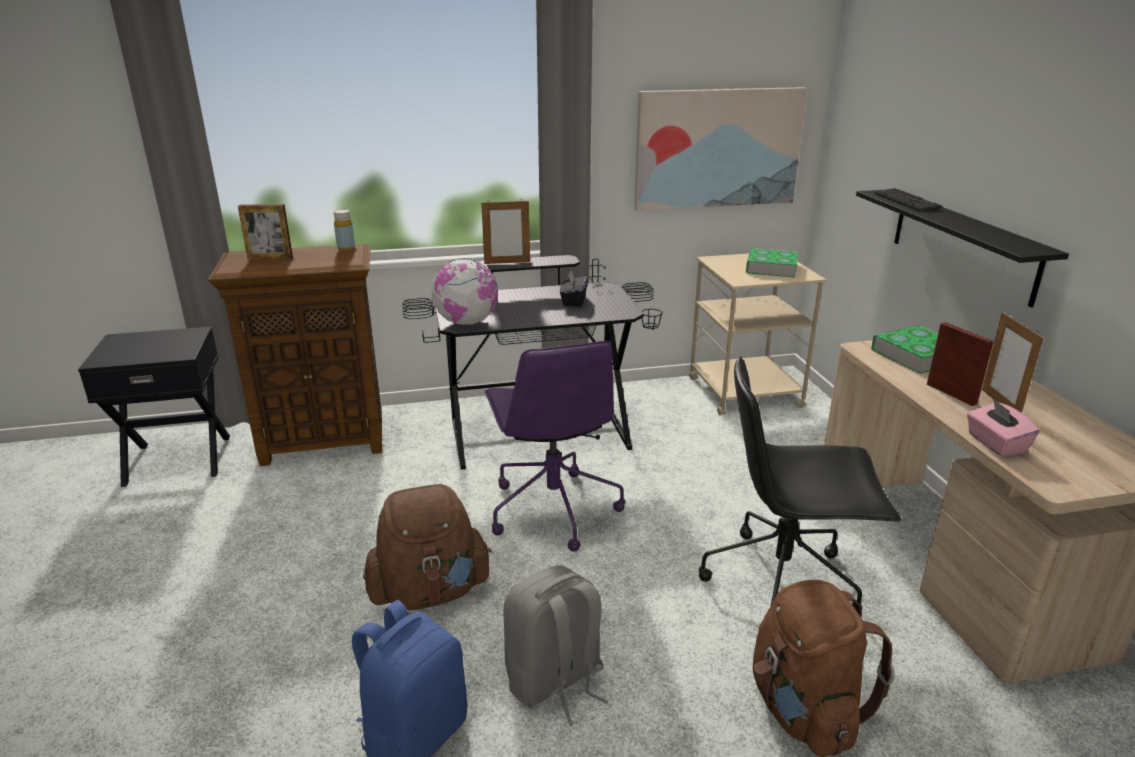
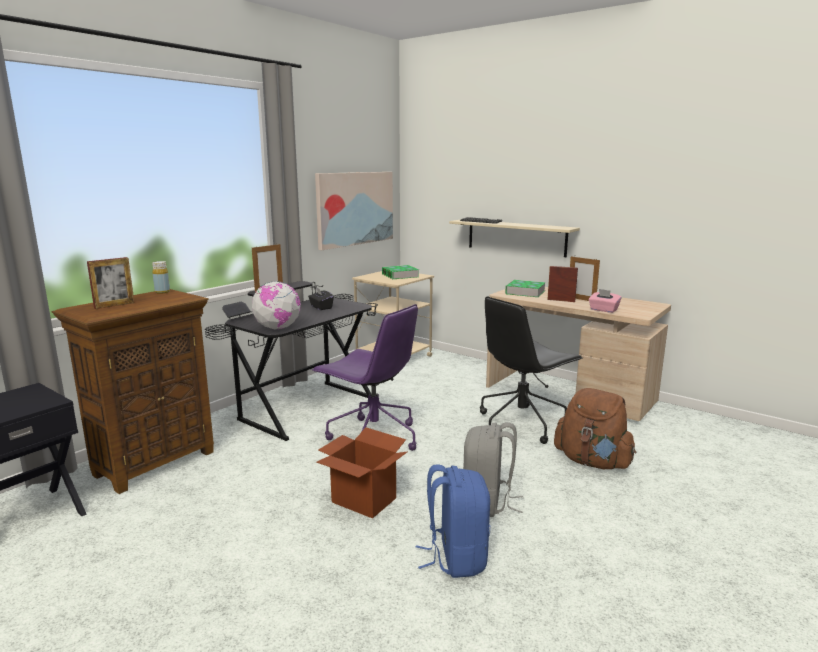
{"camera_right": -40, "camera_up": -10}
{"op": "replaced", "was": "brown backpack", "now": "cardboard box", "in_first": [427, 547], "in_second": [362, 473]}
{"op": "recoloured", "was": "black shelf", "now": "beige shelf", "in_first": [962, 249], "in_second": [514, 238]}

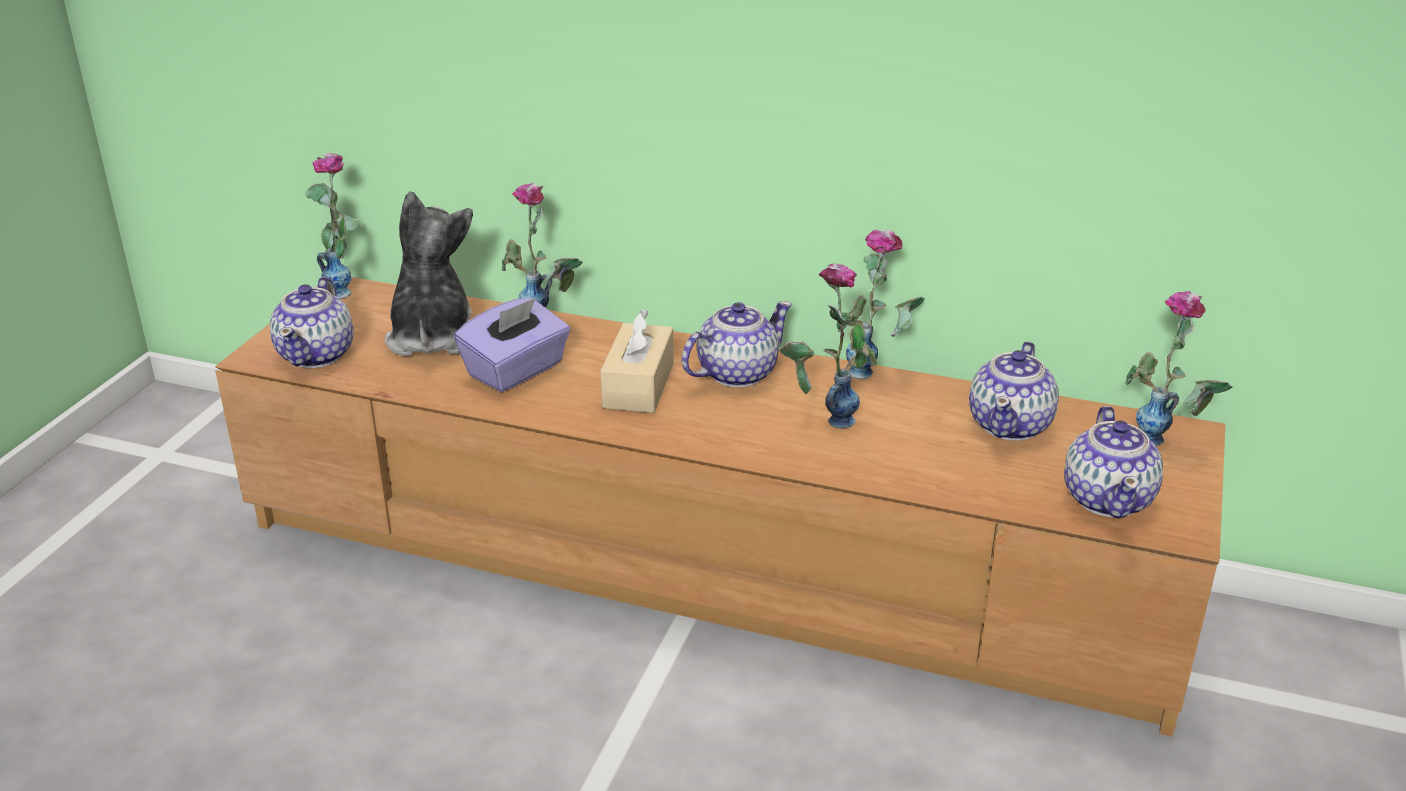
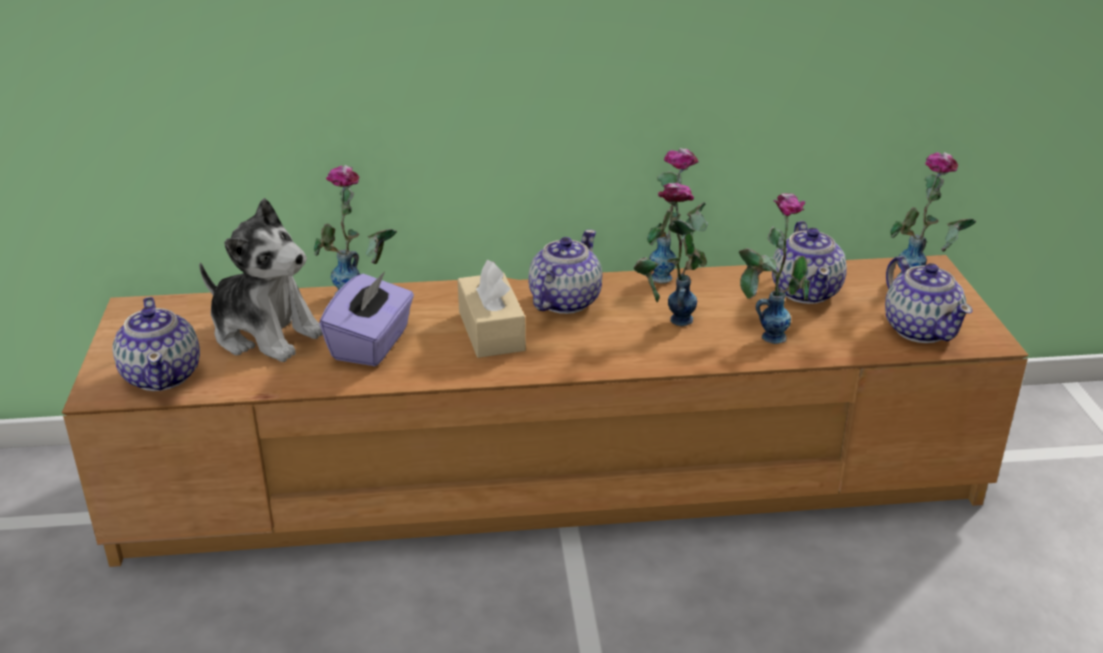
{"camera_right": -25, "camera_up": 0}
{"op": "moved", "was": "vase", "in_first": [332, 226], "in_second": [774, 268]}
{"op": "turned", "was": "plush toy", "in_first": [429, 273], "in_second": [261, 280], "clockwise": 150}

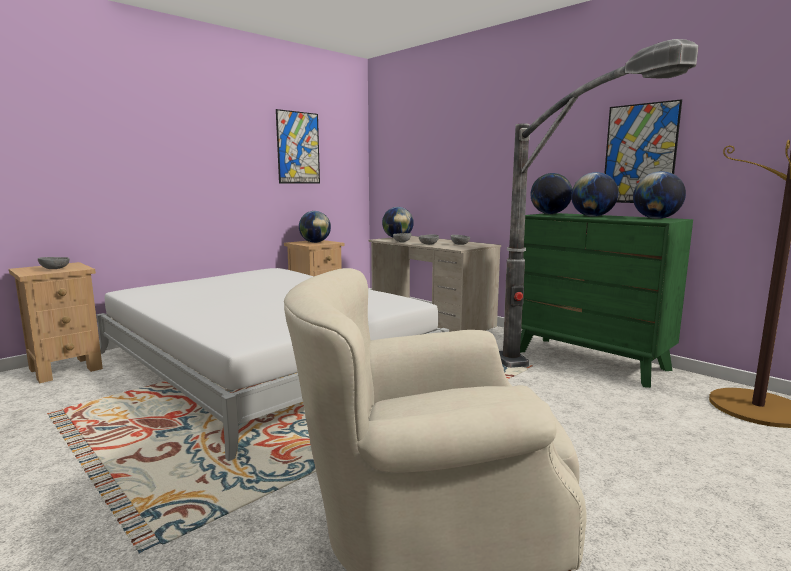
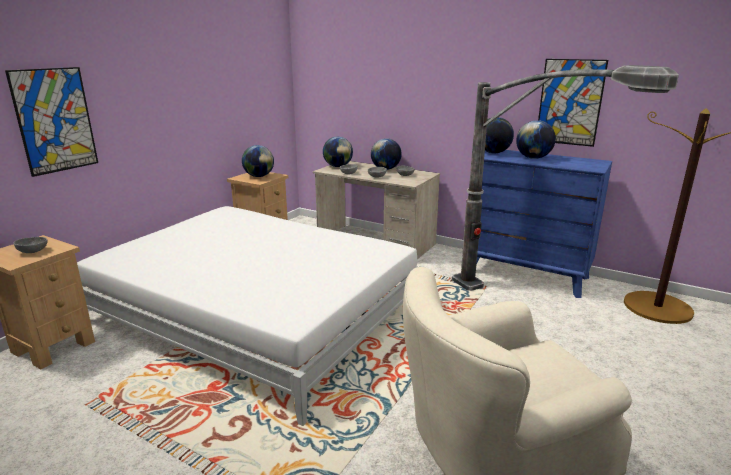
{"camera_right": -15, "camera_up": 10}
{"op": "moved", "was": "picture", "in_first": [298, 146], "in_second": [51, 122]}
{"op": "moved", "was": "globe", "in_first": [659, 195], "in_second": [386, 154]}
{"op": "recoloured", "was": "green dresser", "now": "blue dresser", "in_first": [606, 300], "in_second": [544, 224]}

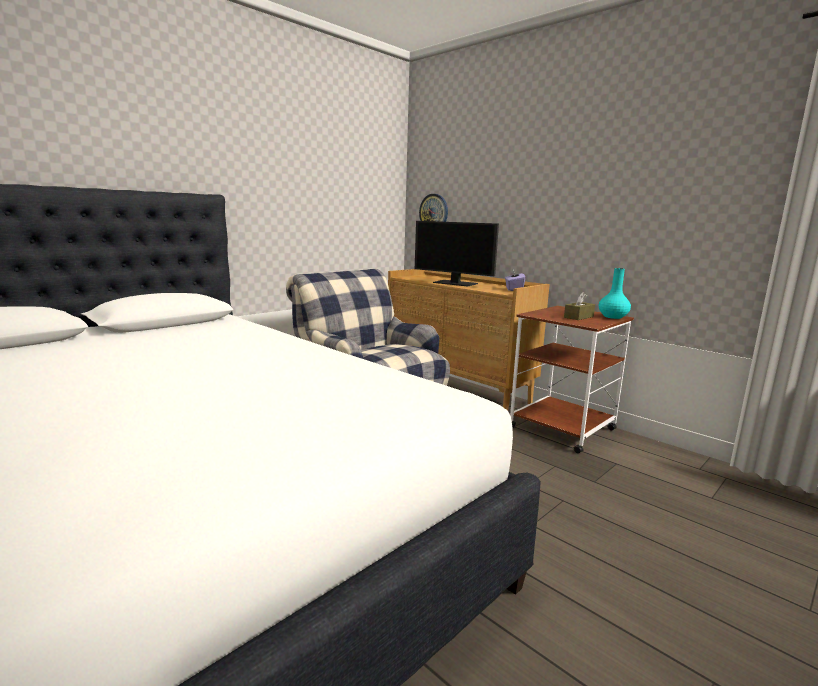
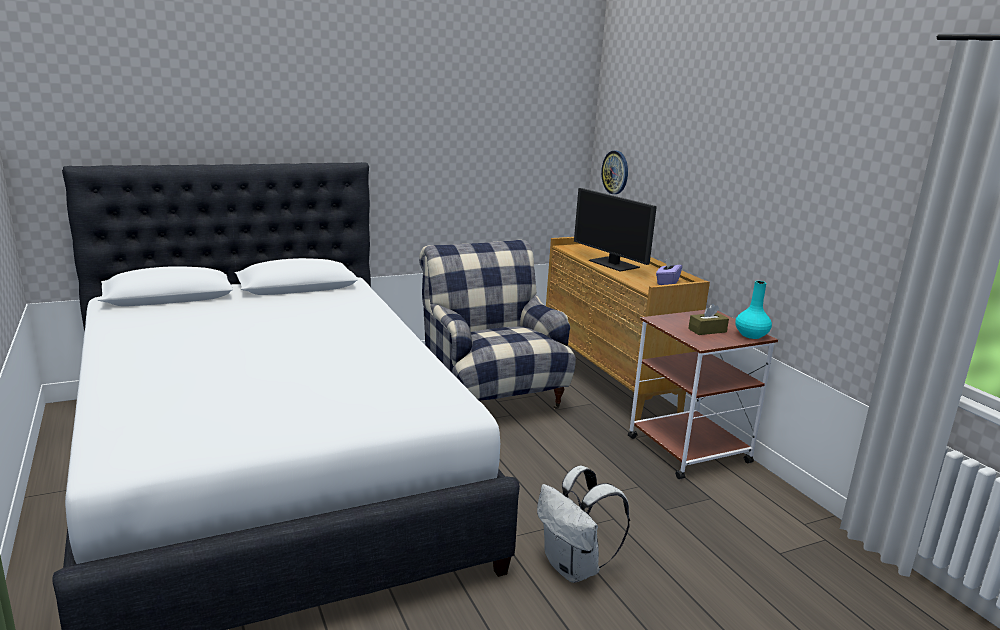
{"camera_right": 20, "camera_up": 5}
{"op": "added", "now": "white backpack", "in_second": [583, 524]}

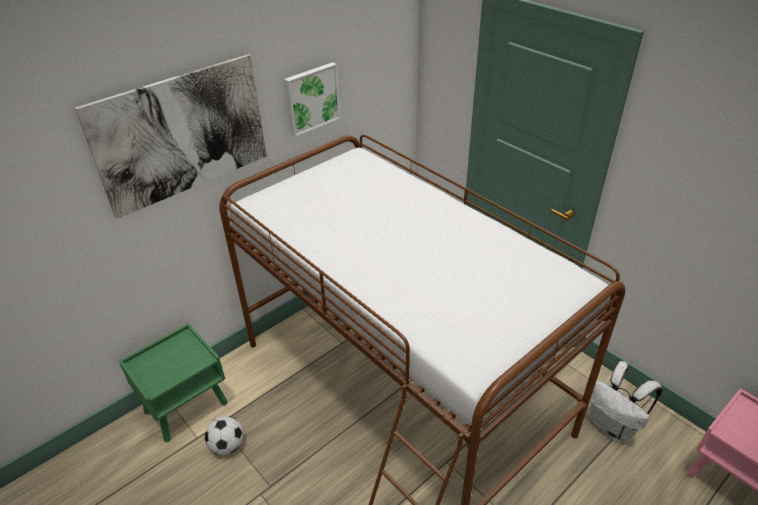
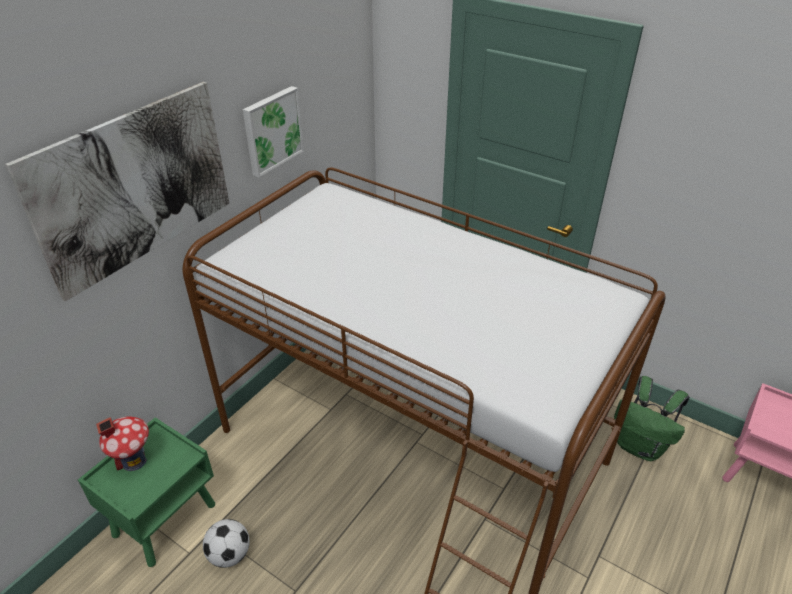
{"camera_right": -15, "camera_up": 0}
{"op": "added", "now": "toy house", "in_second": [122, 444]}
{"op": "recoloured", "was": "white backpack", "now": "green backpack", "in_first": [626, 402], "in_second": [652, 418]}

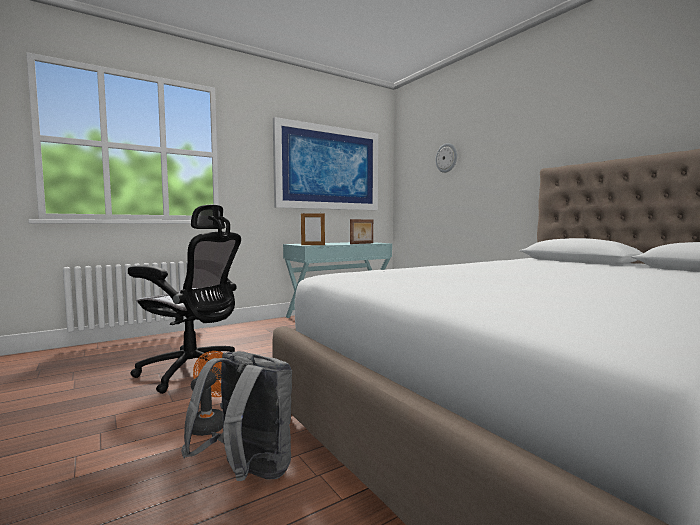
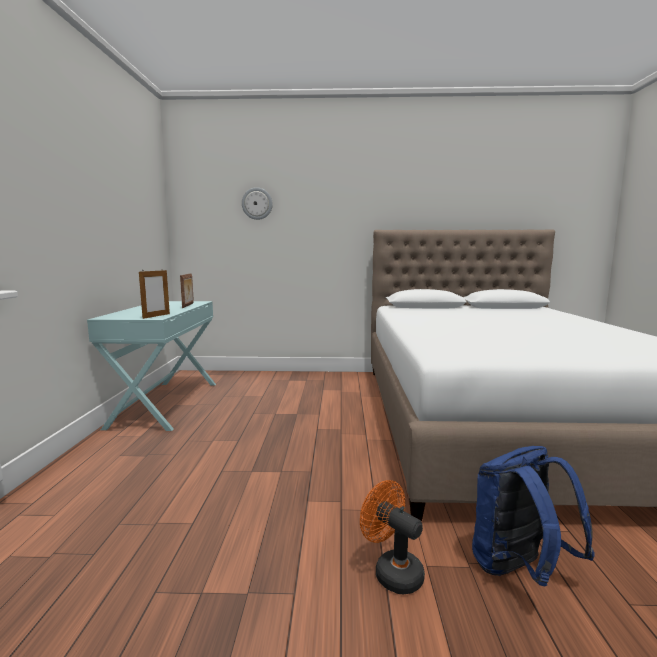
{"camera_right": -55, "camera_up": 5}
{"op": "removed", "was": "office chair", "in_first": [184, 299]}
{"op": "removed", "was": "picture", "in_first": [325, 163]}
{"op": "recoloured", "was": "grey backpack", "now": "blue backpack", "in_first": [236, 416], "in_second": [533, 516]}

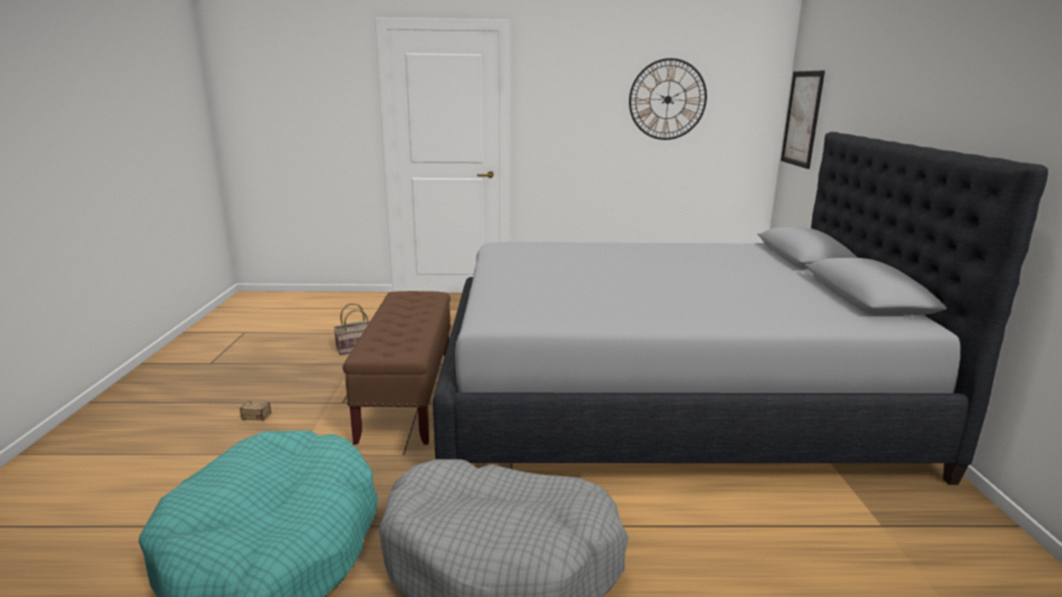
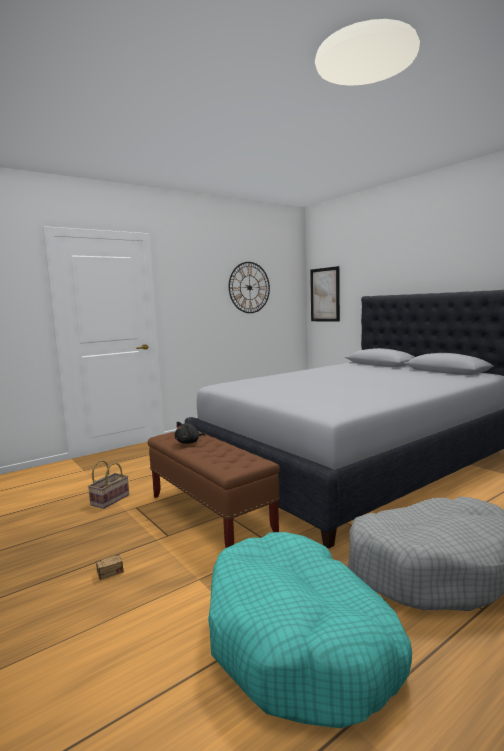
{"camera_right": -35, "camera_up": -10}
{"op": "added", "now": "black plush toy", "in_second": [190, 433]}

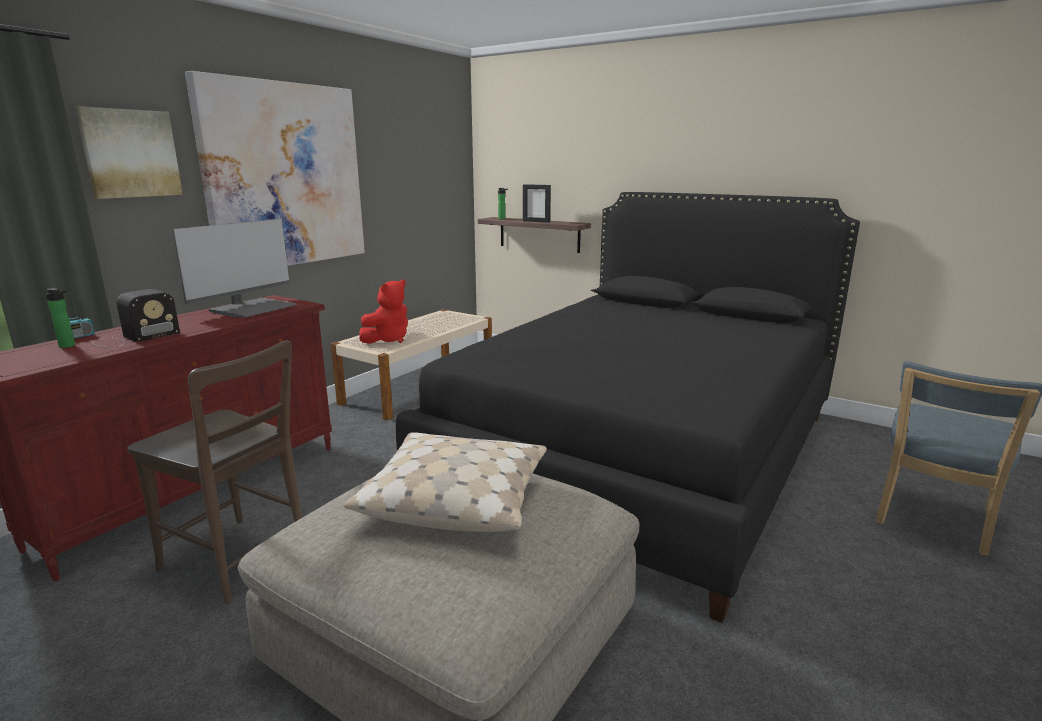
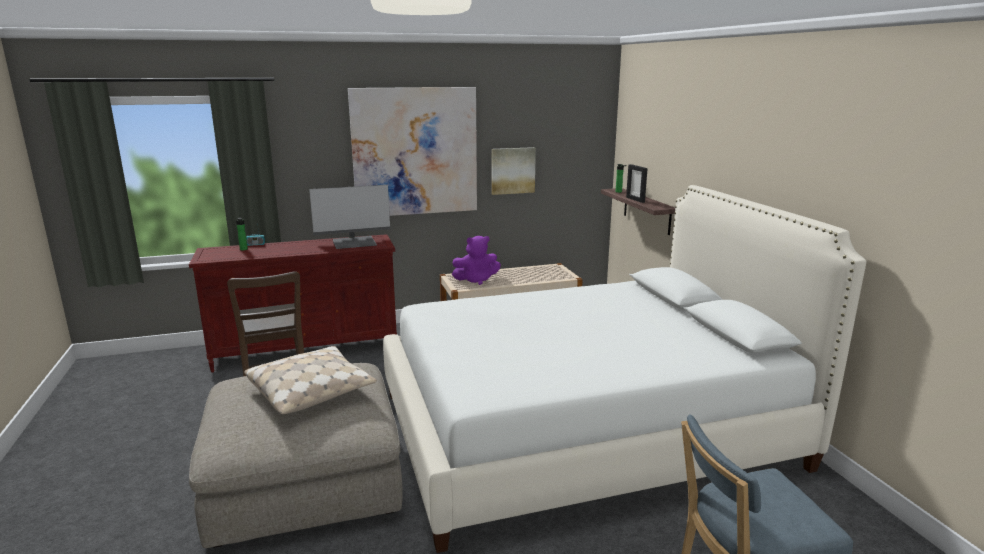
{"camera_right": 40, "camera_up": 0}
{"op": "removed", "was": "radio", "in_first": [136, 318]}
{"op": "moved", "was": "picture", "in_first": [129, 152], "in_second": [513, 171]}
{"op": "recoloured", "was": "red plush toy", "now": "purple plush toy", "in_first": [383, 311], "in_second": [476, 260]}
{"op": "recoloured", "was": "black bed", "now": "white bed", "in_first": [628, 407], "in_second": [625, 369]}

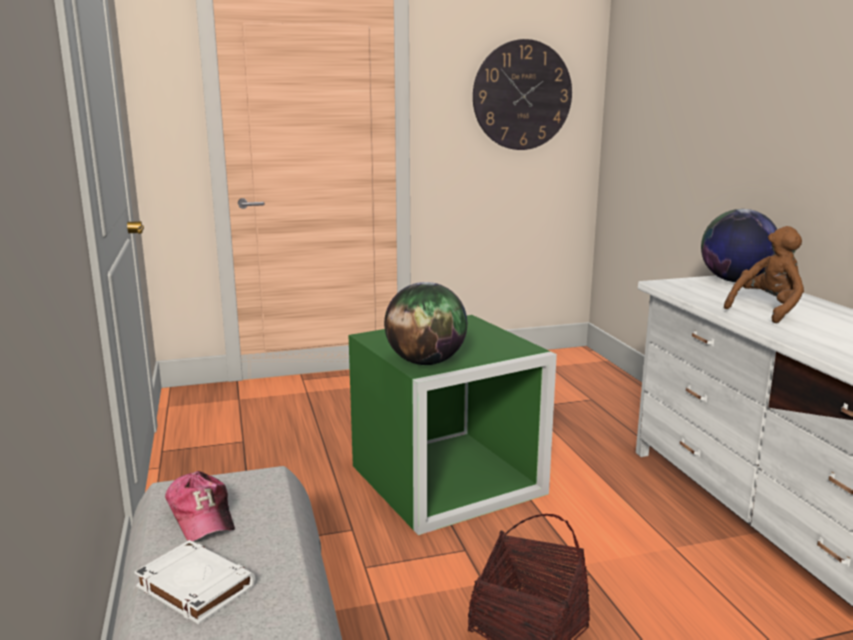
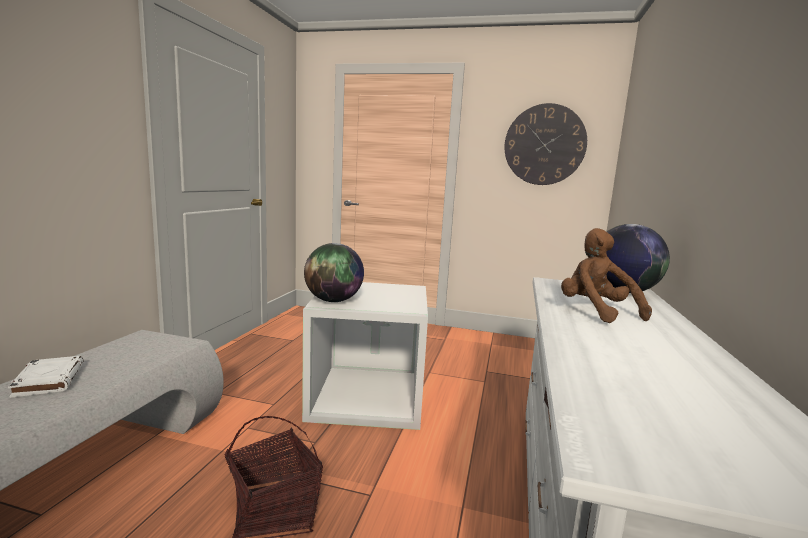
{"camera_right": 30, "camera_up": -5}
{"op": "removed", "was": "cap", "in_first": [200, 506]}
{"op": "recoloured", "was": "green storage box", "now": "white storage box", "in_first": [452, 425], "in_second": [365, 356]}
{"op": "turned", "was": "brown plush toy", "in_first": [764, 274], "in_second": [606, 275], "clockwise": -105}

